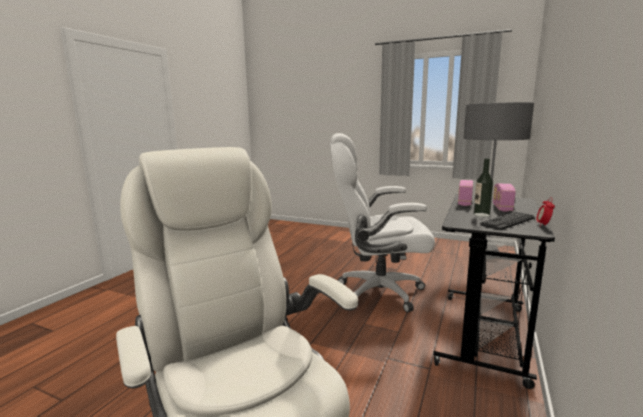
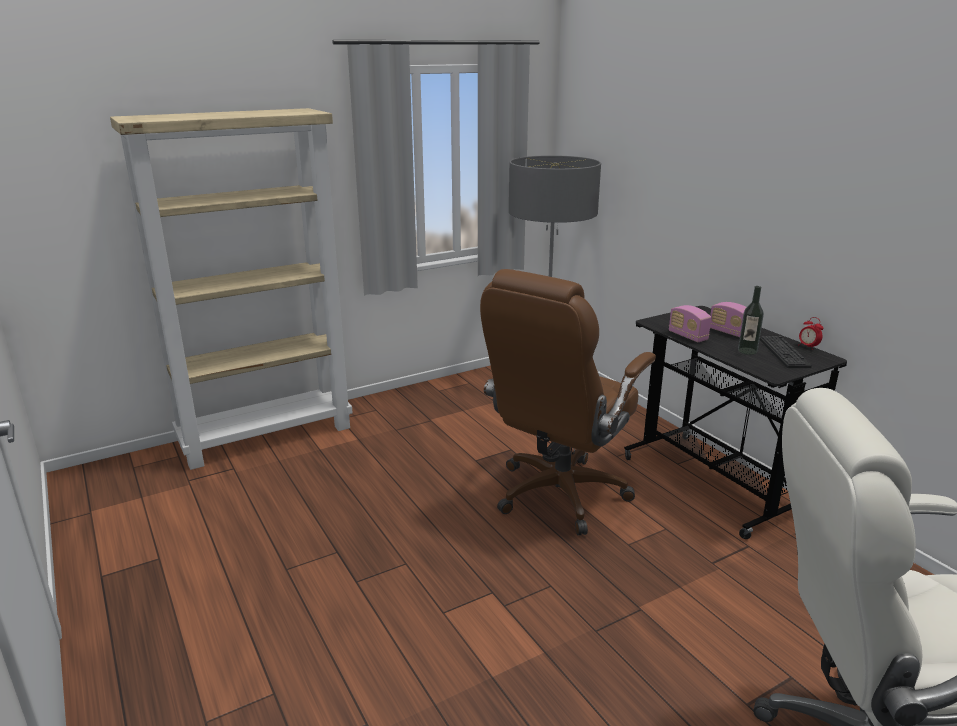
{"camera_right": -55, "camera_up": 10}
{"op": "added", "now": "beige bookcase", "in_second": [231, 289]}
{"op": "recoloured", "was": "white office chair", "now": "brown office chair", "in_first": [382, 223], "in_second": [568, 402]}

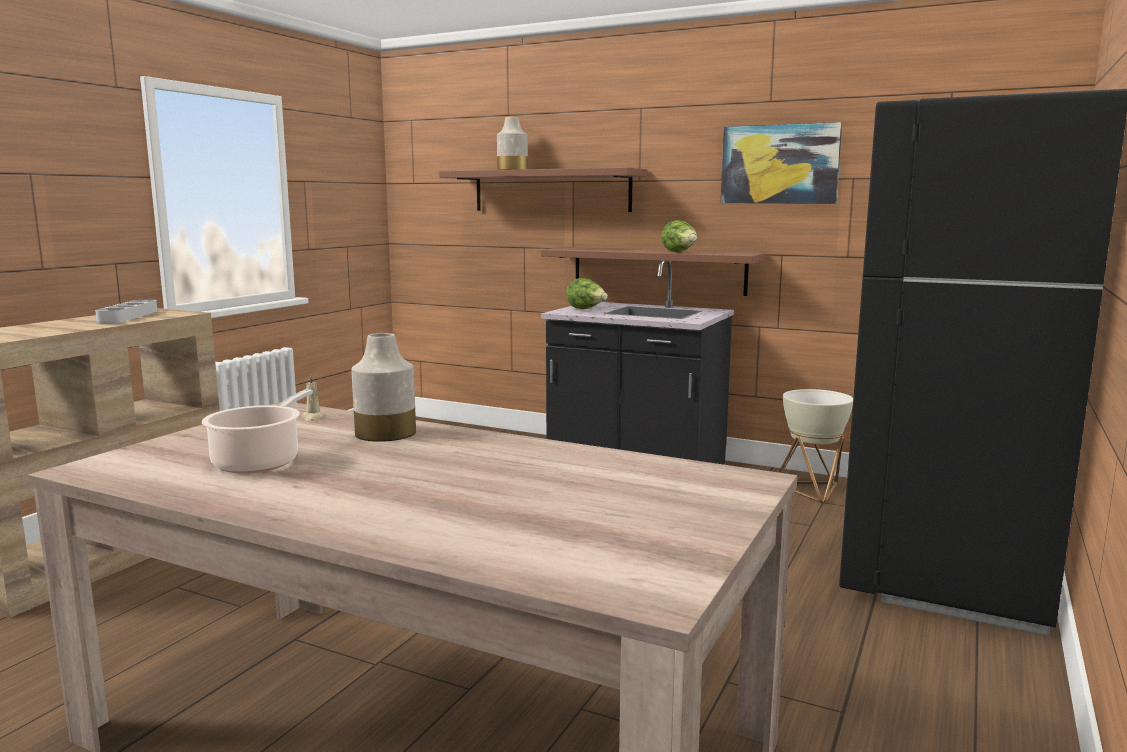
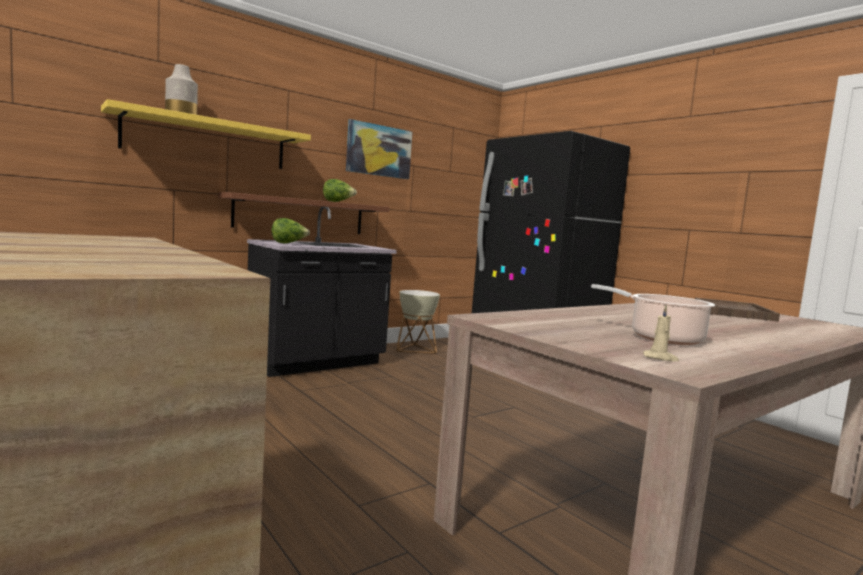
{"camera_right": -65, "camera_up": -5}
{"op": "removed", "was": "grey tray", "in_first": [126, 311]}
{"op": "removed", "was": "beige vase", "in_first": [383, 387]}
{"op": "added", "now": "brown tray", "in_second": [737, 310]}
{"op": "moved", "was": "beige candle", "in_first": [314, 397], "in_second": [661, 333]}
{"op": "recoloured", "was": "brown shelf", "now": "yellow shelf", "in_first": [543, 189], "in_second": [206, 134]}

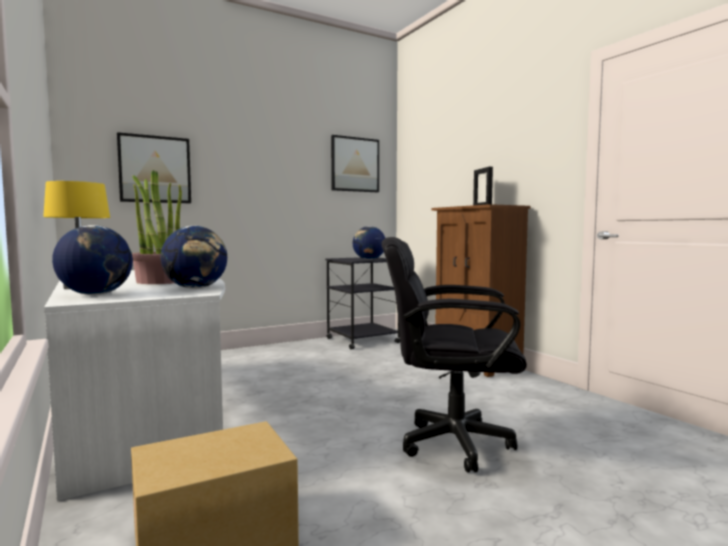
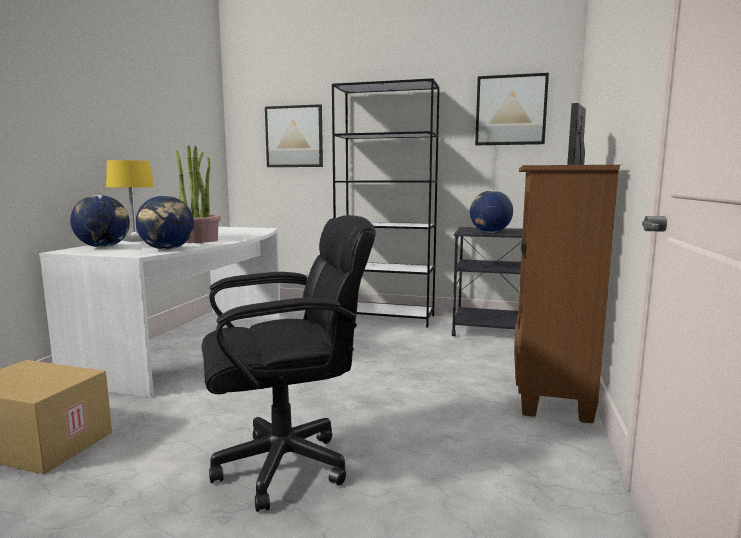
{"camera_right": 45, "camera_up": 5}
{"op": "added", "now": "white bookcase", "in_second": [386, 203]}
{"op": "turned", "was": "black office chair", "in_first": [454, 354], "in_second": [289, 363], "clockwise": 105}

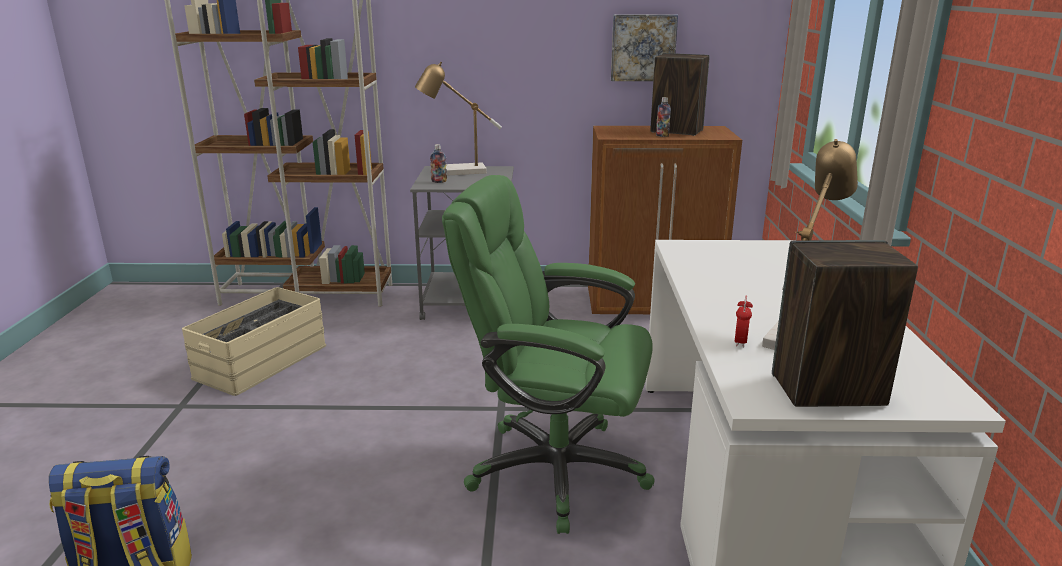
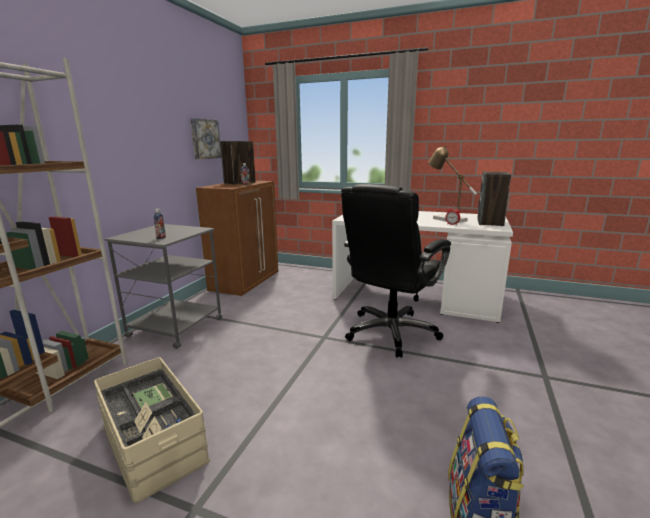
{"camera_right": -70, "camera_up": -5}
{"op": "removed", "was": "table lamp", "in_first": [458, 119]}
{"op": "recoloured", "was": "green office chair", "now": "black office chair", "in_first": [548, 354], "in_second": [396, 271]}

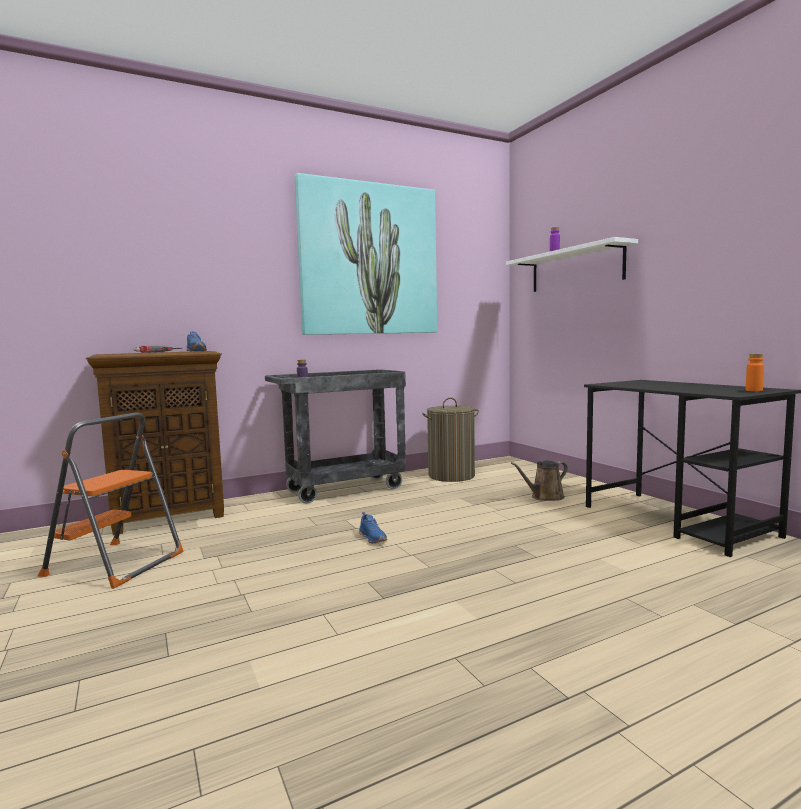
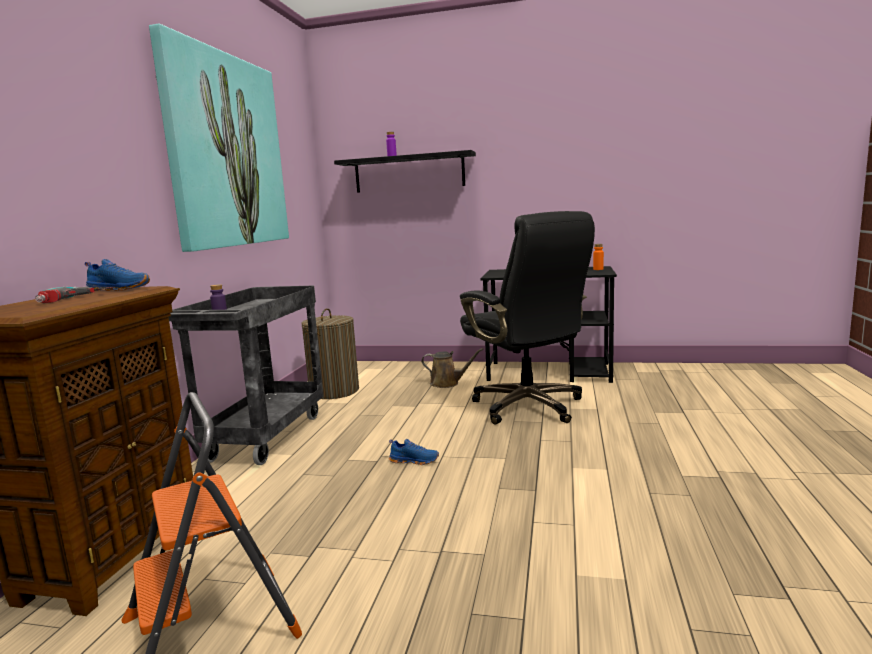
{"camera_right": -50, "camera_up": 5}
{"op": "added", "now": "black office chair", "in_second": [527, 318]}
{"op": "recoloured", "was": "white shelf", "now": "black shelf", "in_first": [572, 264], "in_second": [405, 171]}
{"op": "turned", "was": "brown watering can", "in_first": [539, 481], "in_second": [452, 368], "clockwise": -90}

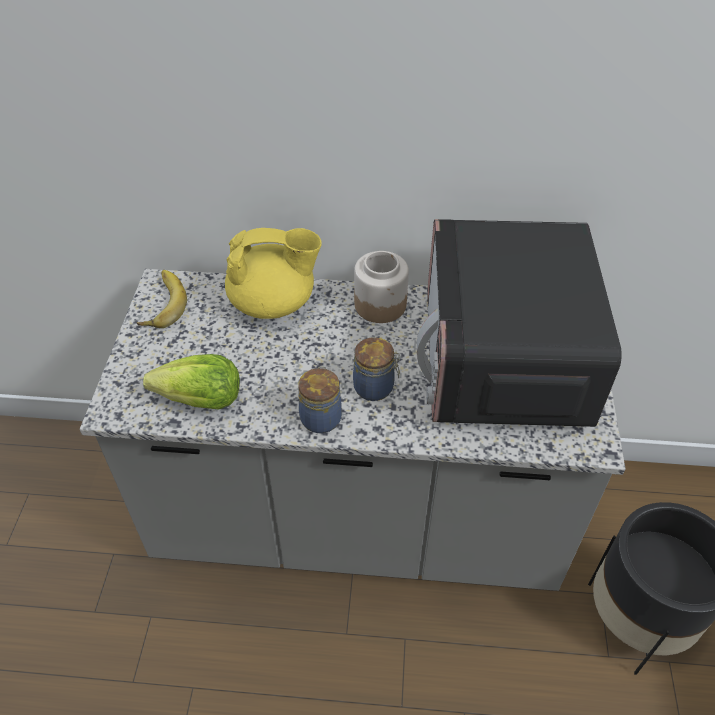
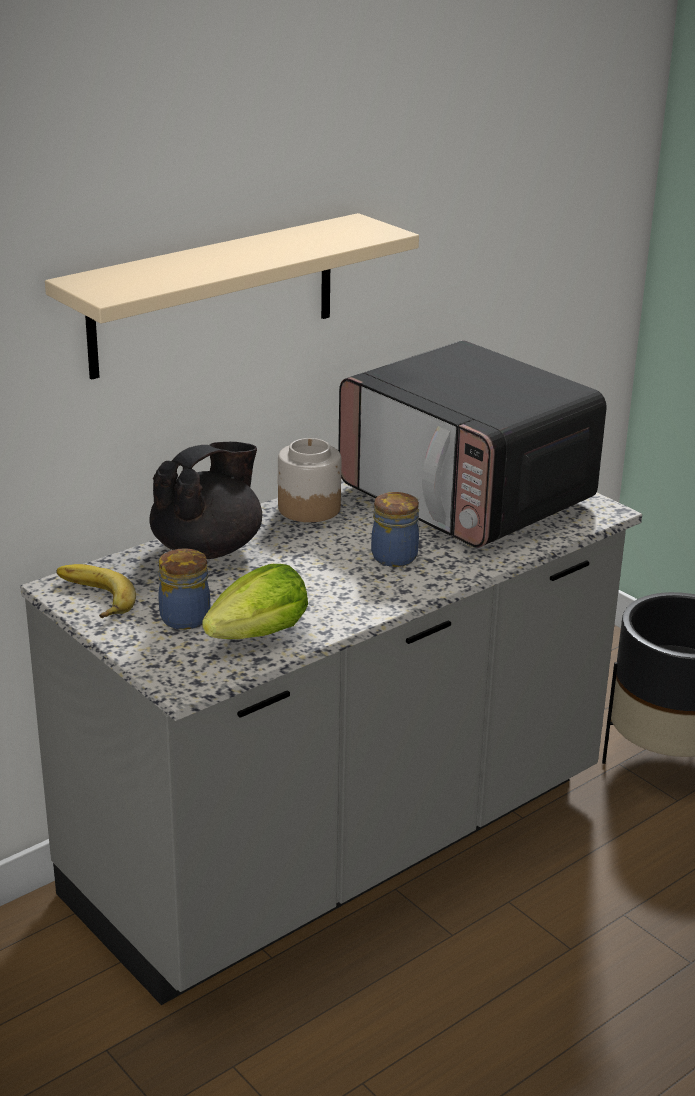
{"camera_right": -45, "camera_up": -20}
{"op": "added", "now": "beige shelf", "in_second": [232, 296]}
{"op": "moved", "was": "jar", "in_first": [320, 399], "in_second": [184, 589]}
{"op": "recoloured", "was": "yellow teapot", "now": "black teapot", "in_first": [273, 273], "in_second": [206, 500]}

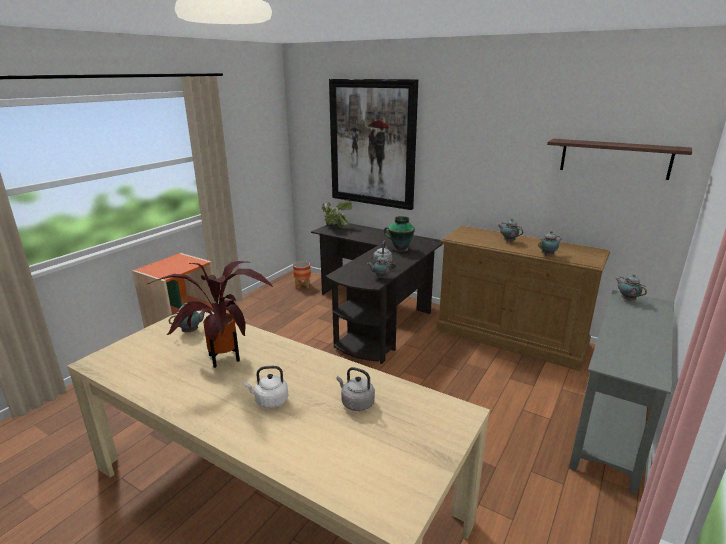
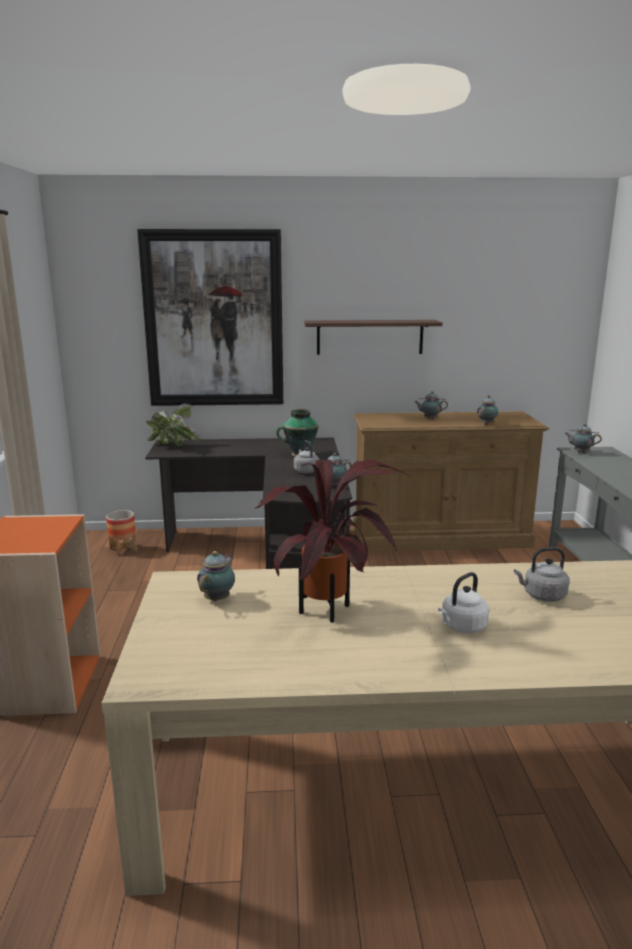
{"camera_right": -35, "camera_up": -5}
{"op": "moved", "was": "shelf", "in_first": [619, 159], "in_second": [373, 337]}

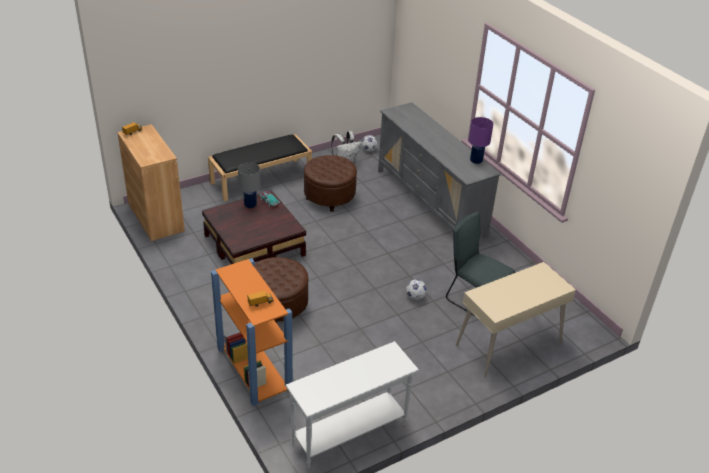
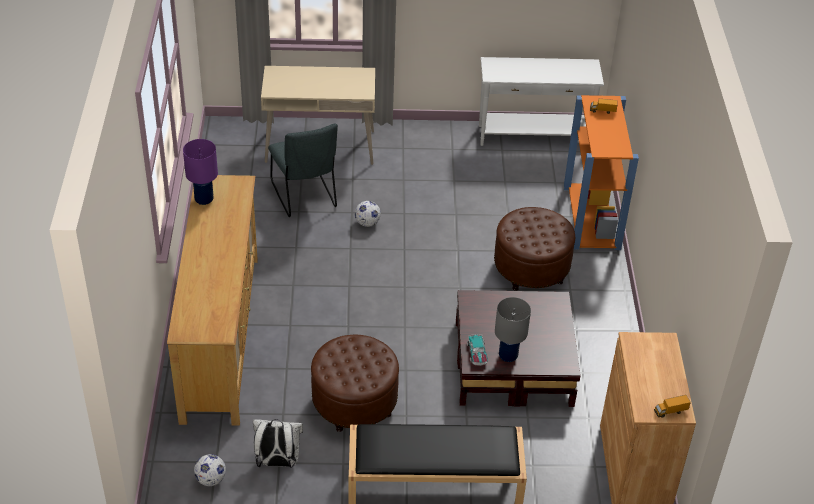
{"camera_right": -150, "camera_up": 5}
{"op": "recoloured", "was": "grey dresser", "now": "brown dresser", "in_first": [439, 170], "in_second": [212, 300]}

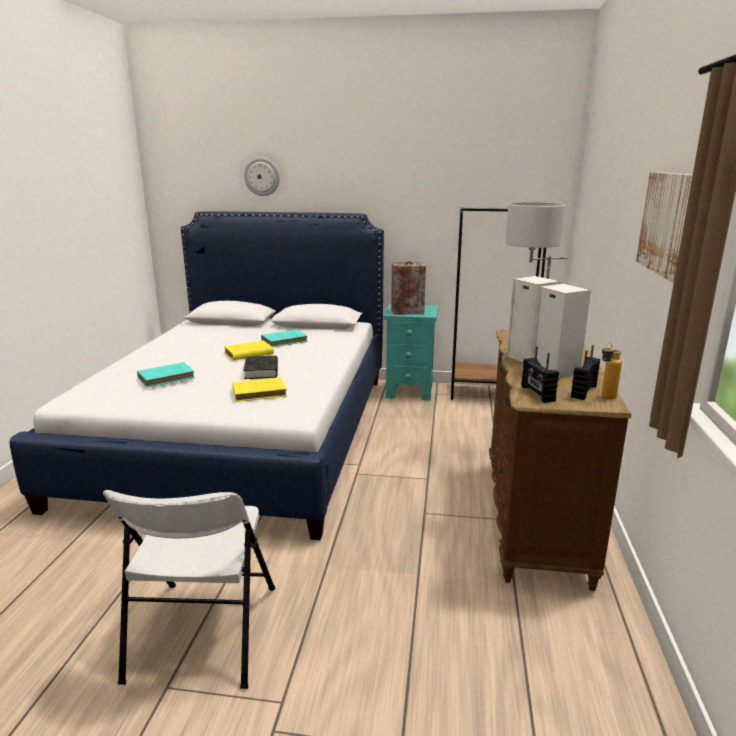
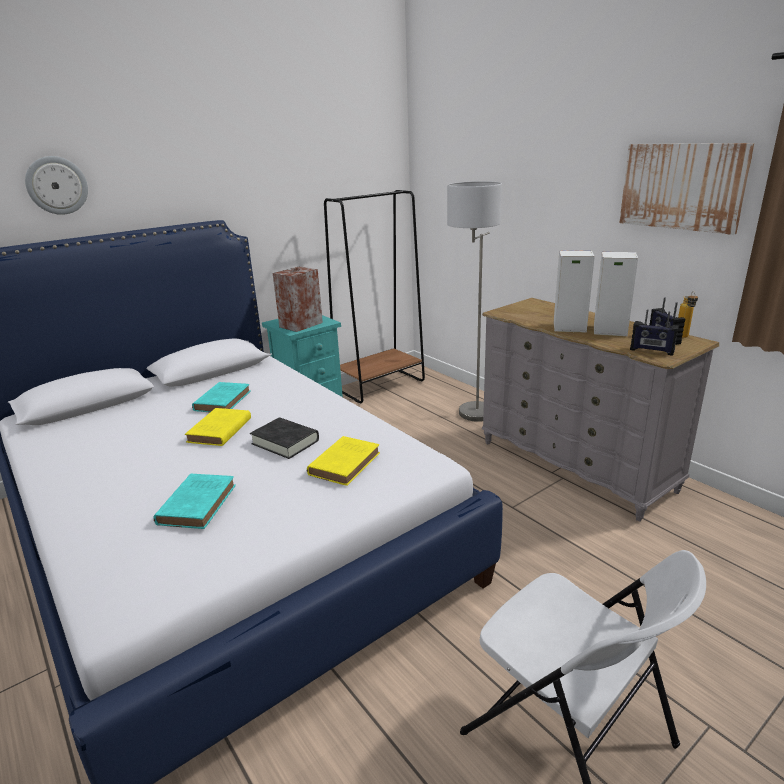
{"camera_right": -45, "camera_up": 5}
{"op": "recoloured", "was": "brown dresser", "now": "grey dresser", "in_first": [560, 460], "in_second": [600, 410]}

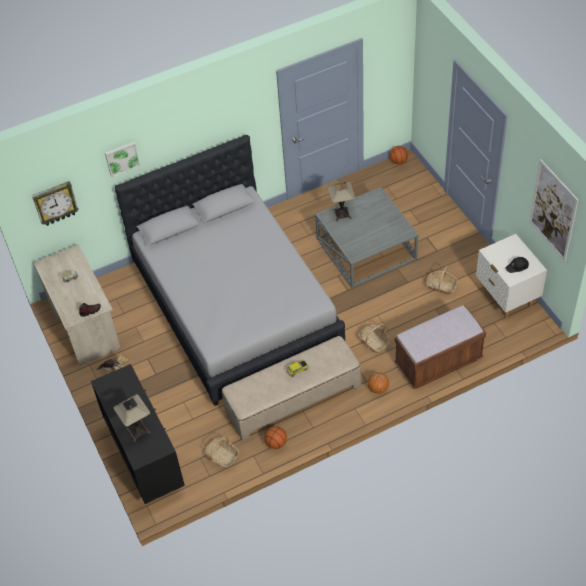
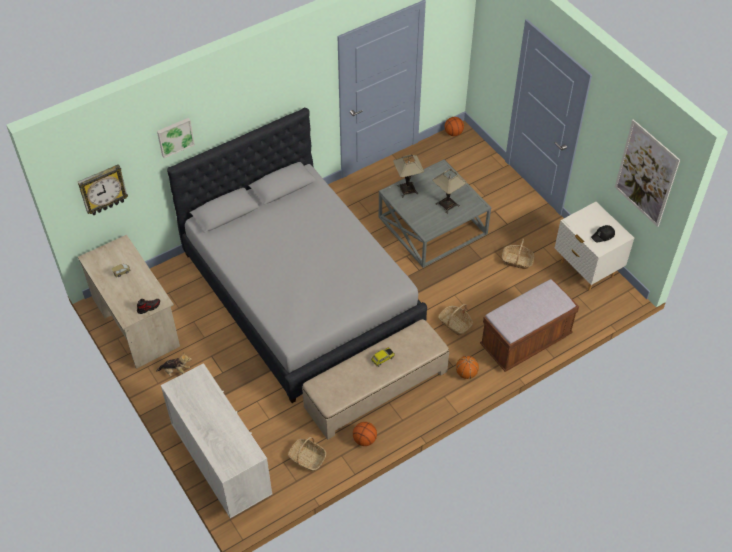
{"camera_right": -10, "camera_up": 0}
{"op": "moved", "was": "table lamp", "in_first": [132, 418], "in_second": [449, 191]}
{"op": "recoloured", "was": "black dresser", "now": "white dresser", "in_first": [138, 434], "in_second": [216, 440]}

